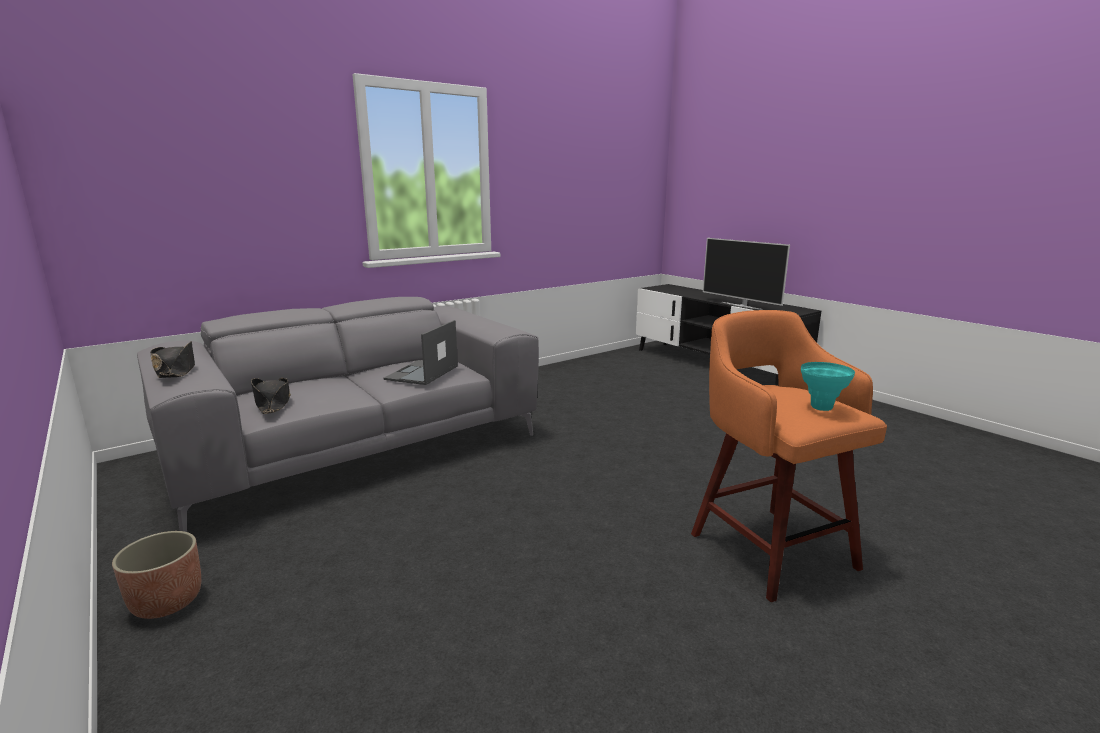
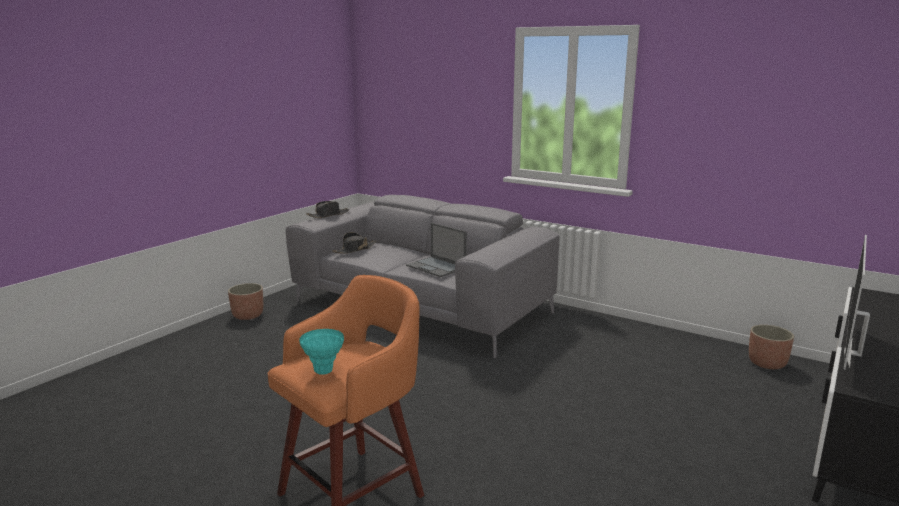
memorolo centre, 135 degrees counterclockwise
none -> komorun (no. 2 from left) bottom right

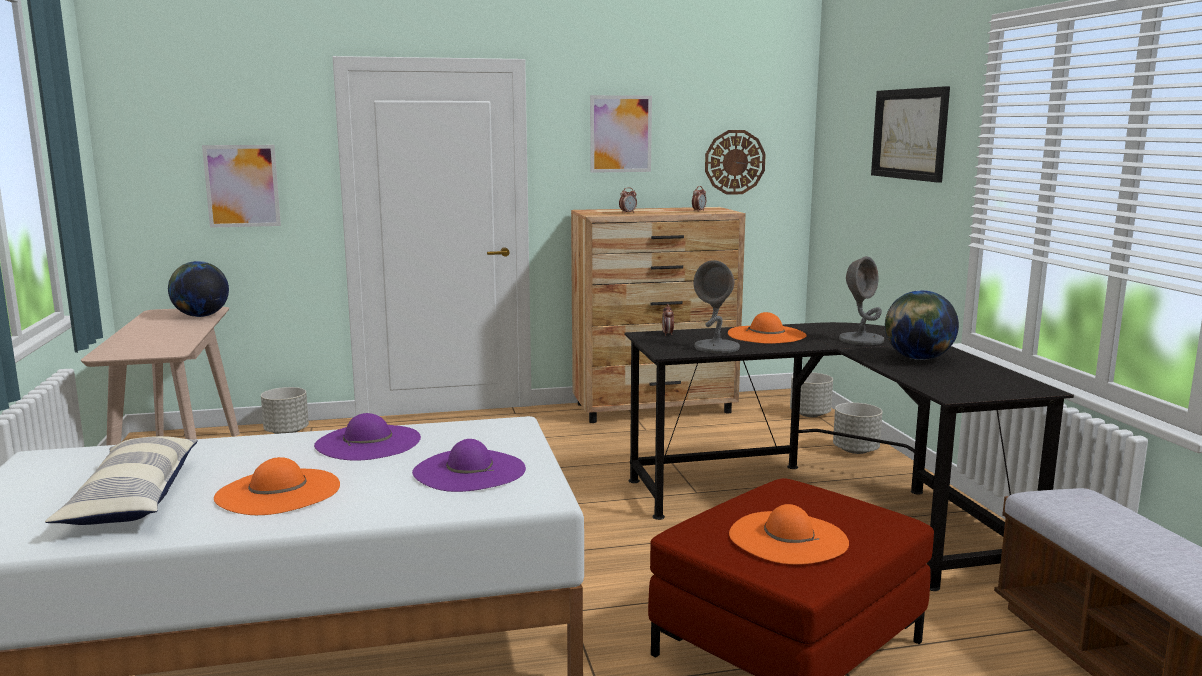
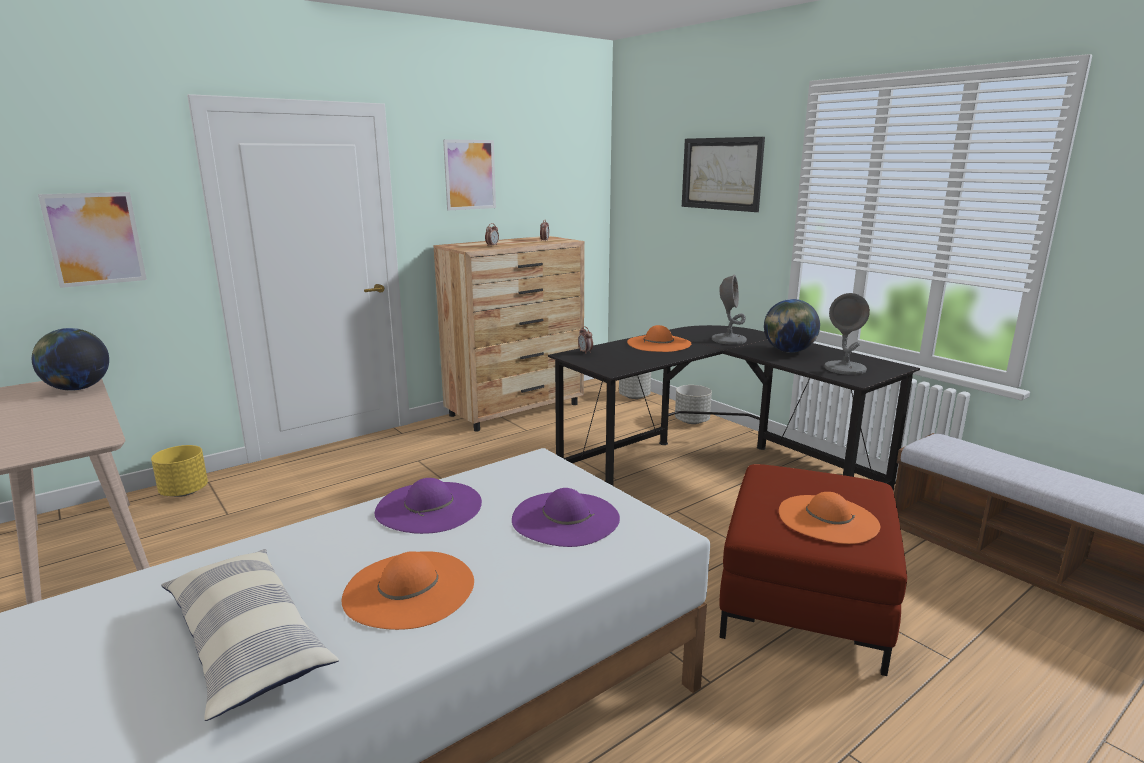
grey_komorun (no. 1 from left) middle left -> yellow_komorun middle left
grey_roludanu (no. 1 from left in the first image) centre -> grey_roludanu (no. 2 from left) middle right, relocated
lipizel top centre -> none

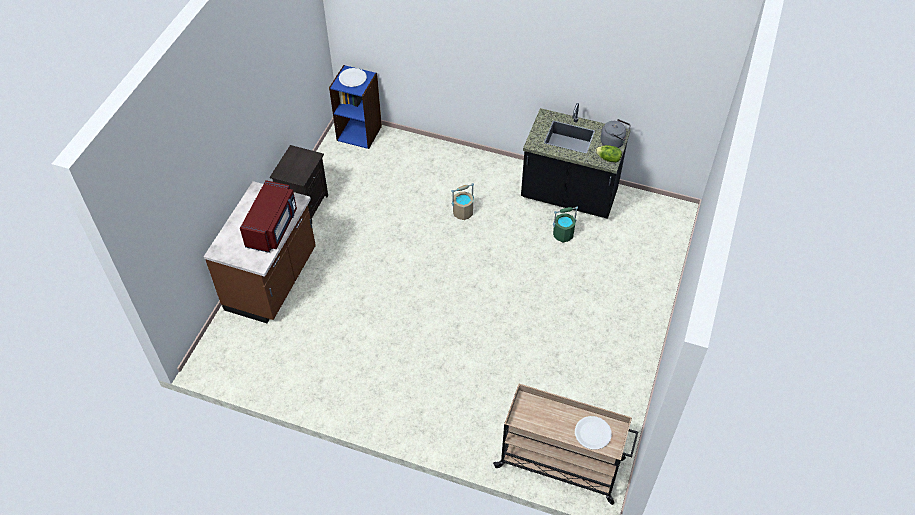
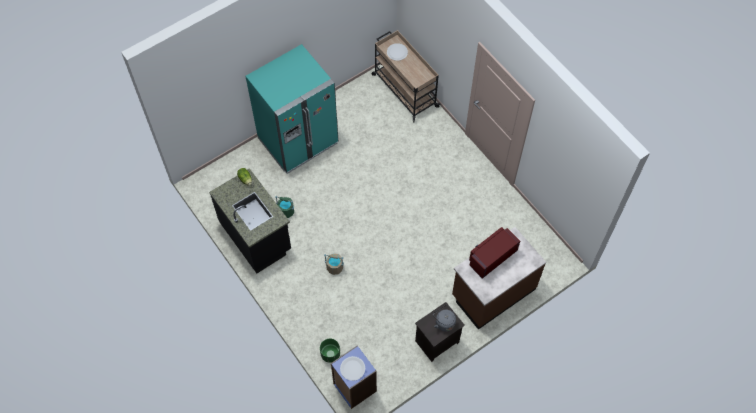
none -> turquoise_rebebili top centre
none -> green_komorun bottom centre
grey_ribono top right -> grey_ribono bottom centre, relocated

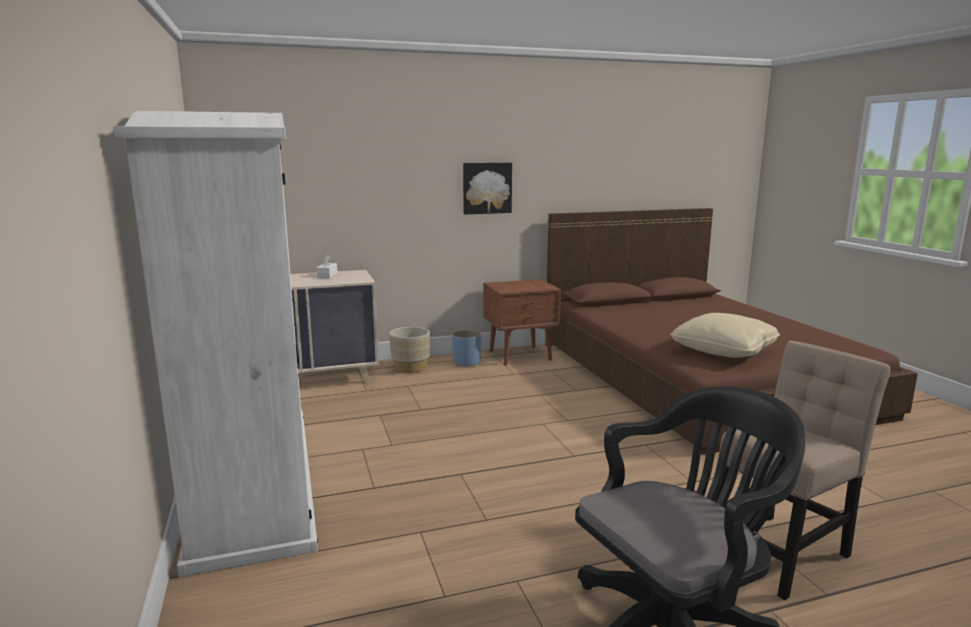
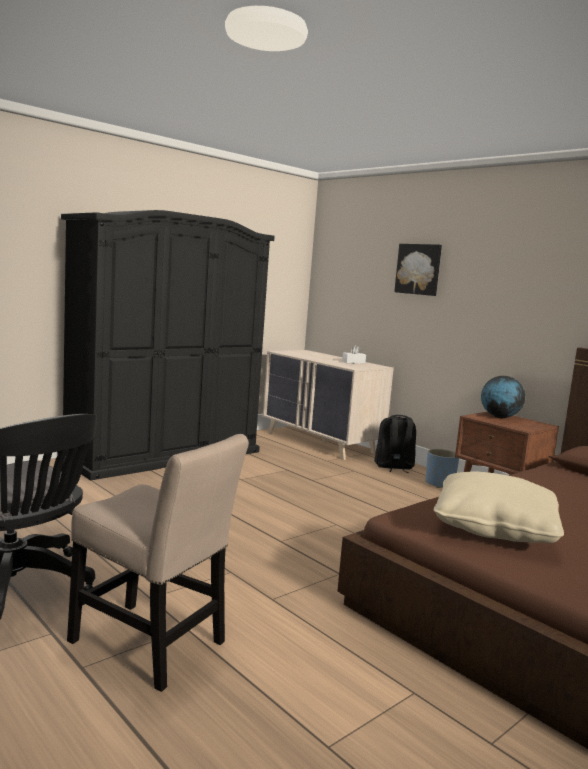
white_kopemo middle left -> black_kopemo middle left
beige_komorun centre -> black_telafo middle right
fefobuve top centre -> fefobuve middle right, relocated
none -> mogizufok middle right

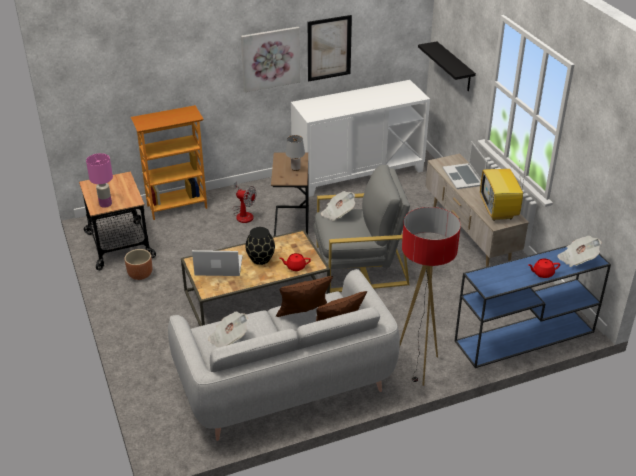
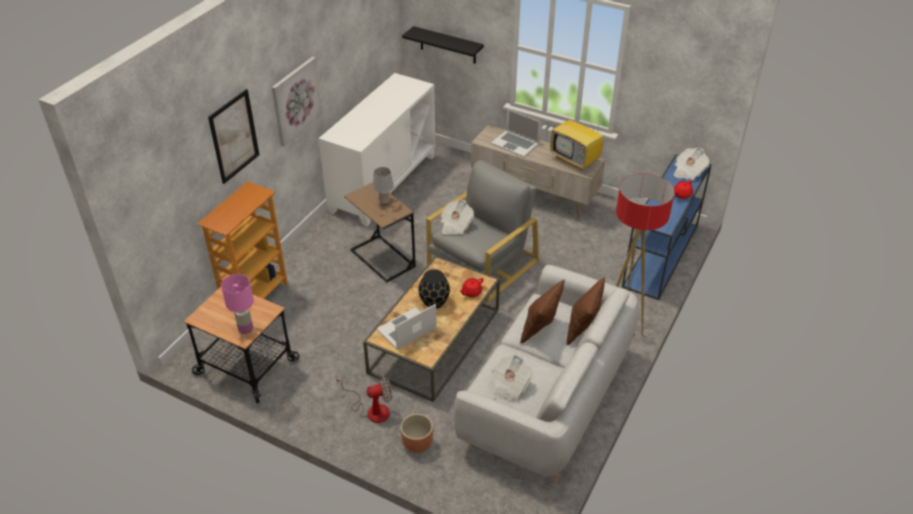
fefobuve (no. 2 from left in the first image) top centre -> fefobuve (no. 1 from left) top left, relocated
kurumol centre -> kurumol bottom centre, relocated
brown_komorun middle left -> brown_komorun bottom centre, relocated

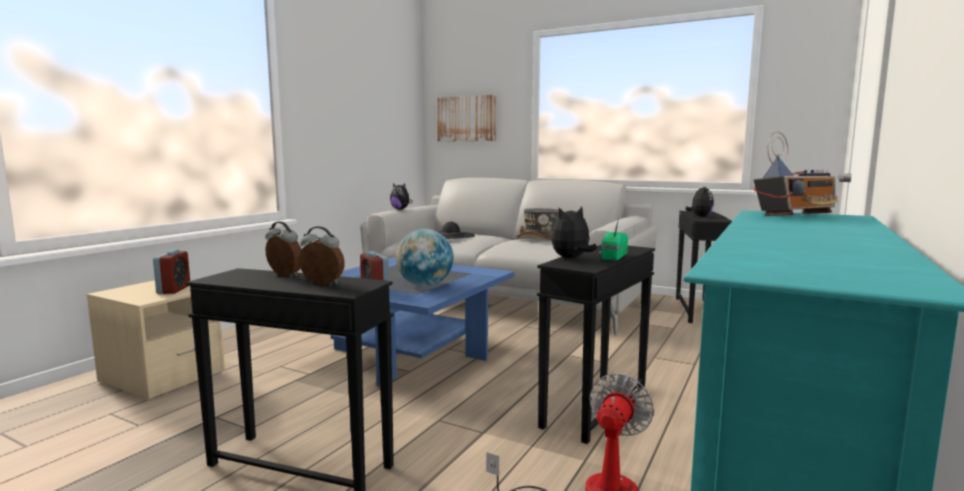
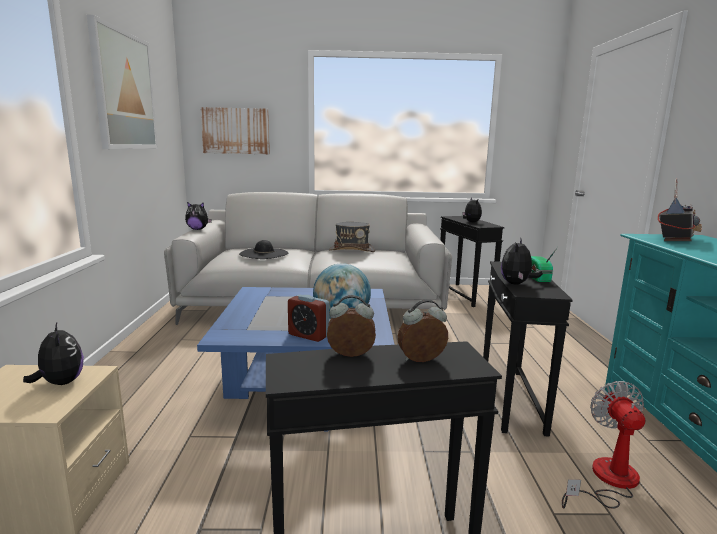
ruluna (no. 1 from left) middle left -> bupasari (no. 1 from left) middle left
none -> fefobuve (no. 1 from left) top left

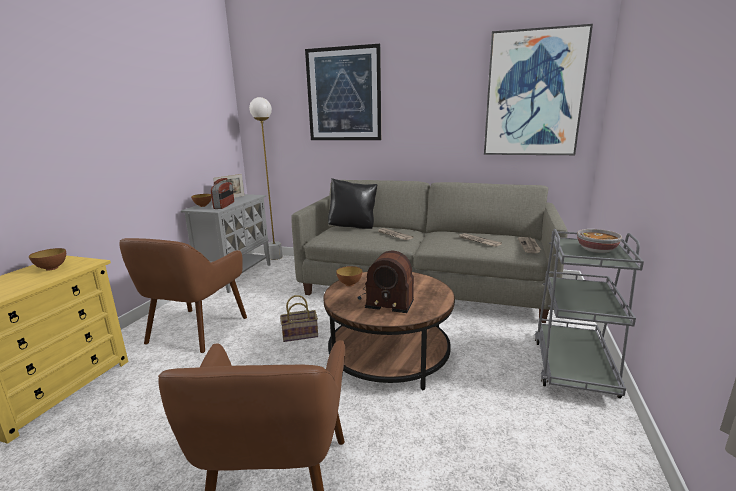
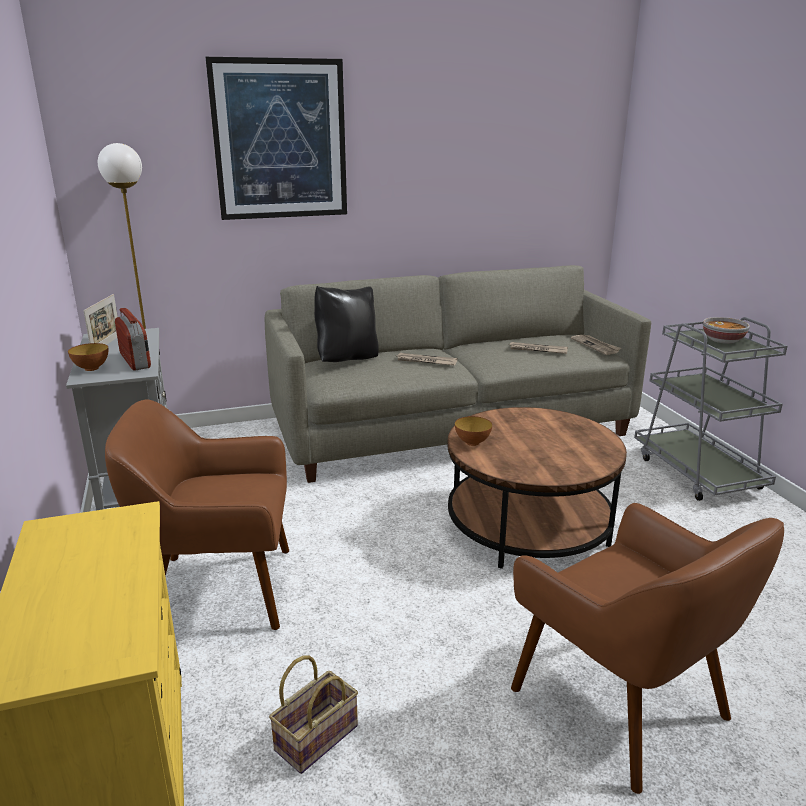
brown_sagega (no. 1 from left) middle left, 105 degrees clockwise
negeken centre -> negeken bottom centre, relocated
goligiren (no. 1 from left) middle left -> none
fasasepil (no. 2 from left) centre -> none
fefobuve (no. 2 from left) top right -> none

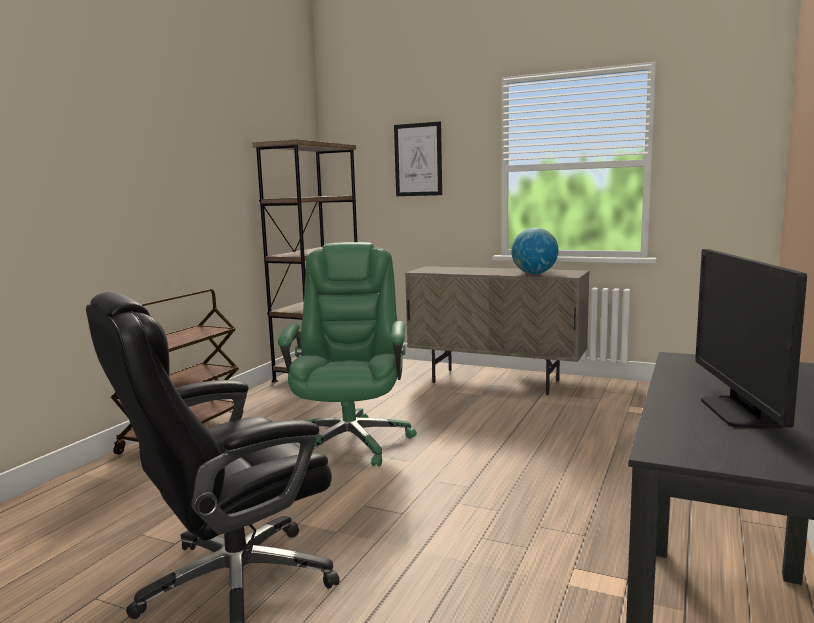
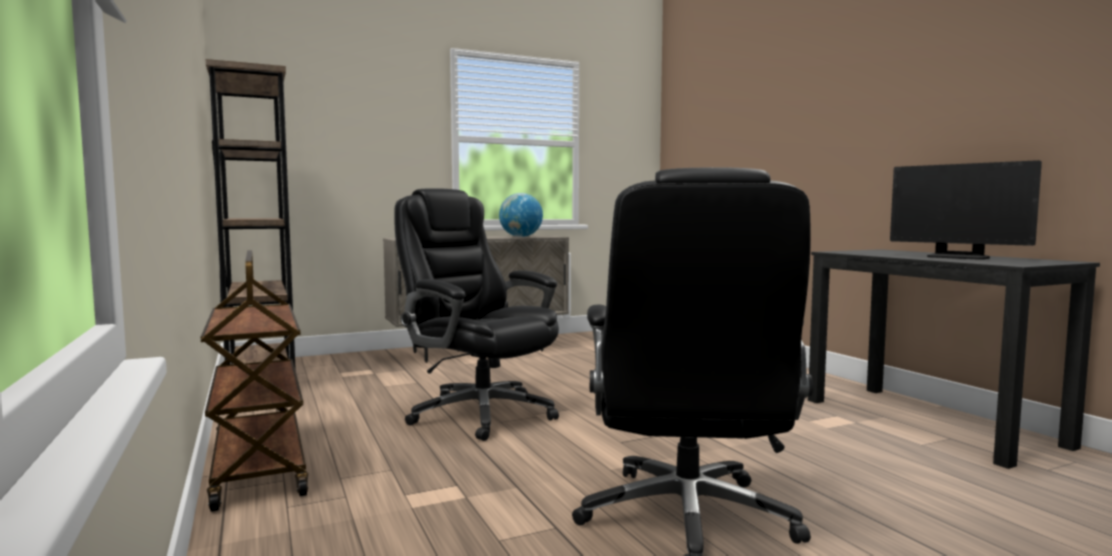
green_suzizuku centre -> black_suzizuku (no. 1 from left) centre
fefobuve top centre -> none

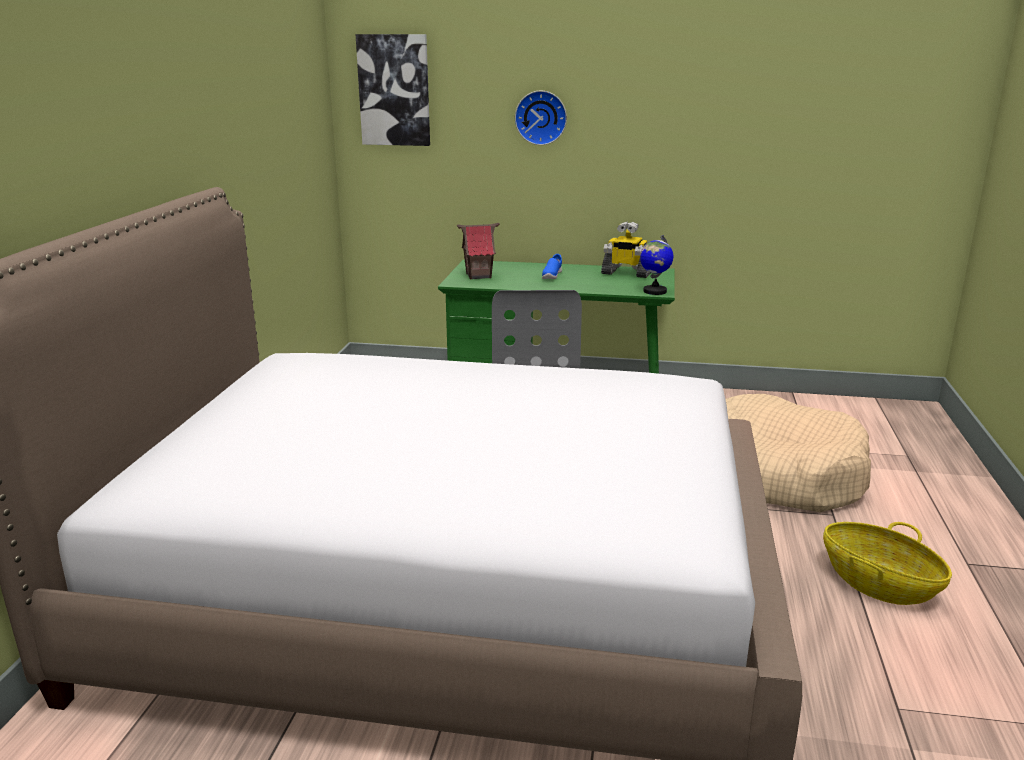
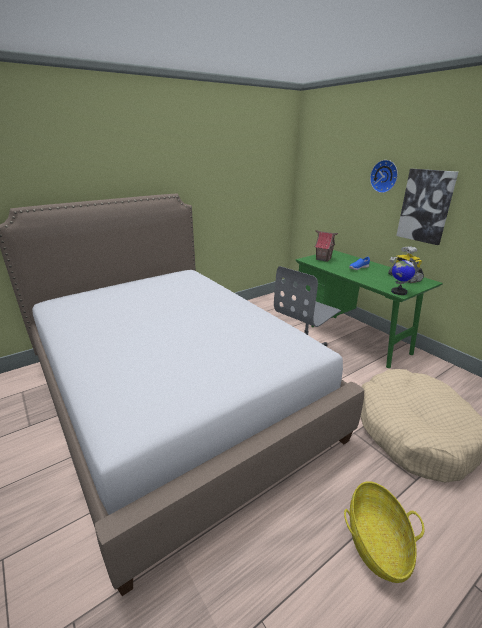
fefobuve top centre -> fefobuve top right, relocated

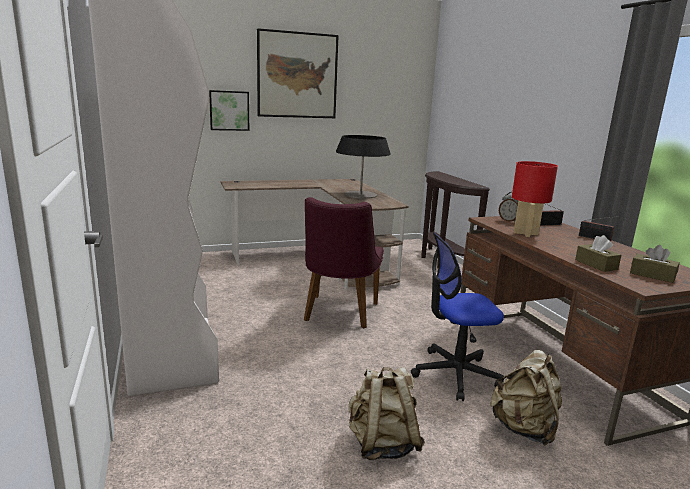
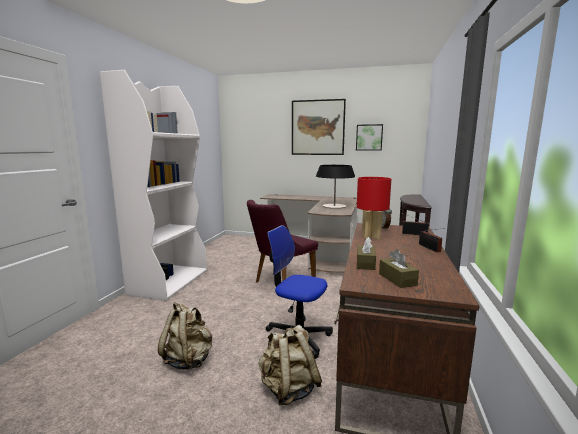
fefobuve (no. 1 from left in the first image) top left -> fefobuve (no. 2 from left) top centre, relocated

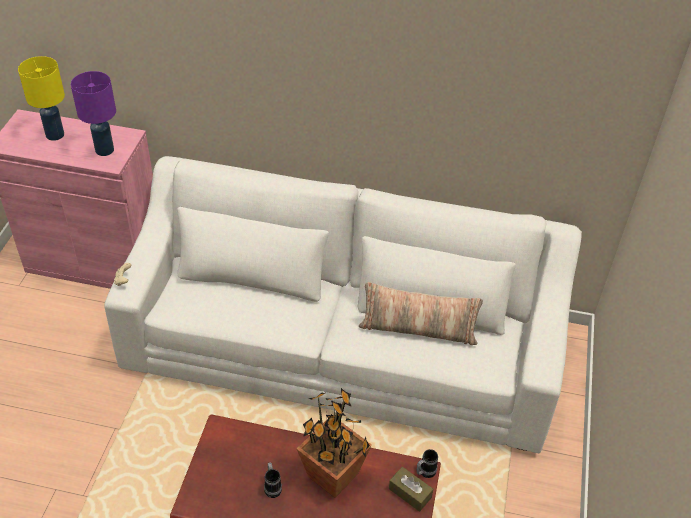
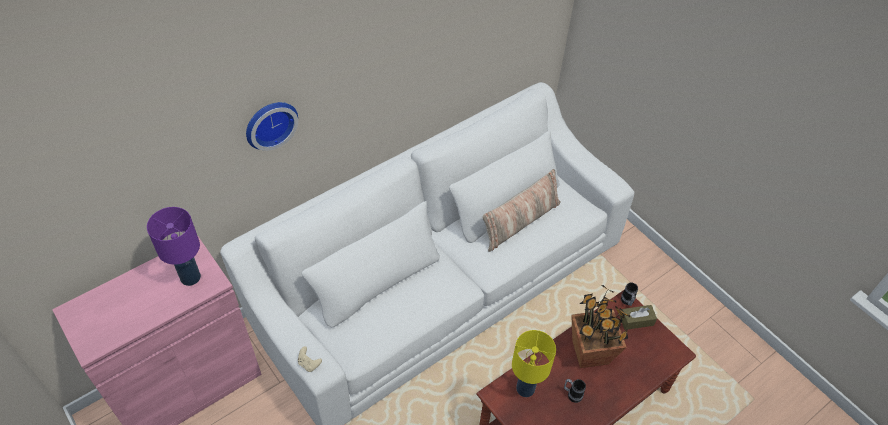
none -> lipizel top left
yellow_roludanu top left -> yellow_roludanu bottom centre, relocated

